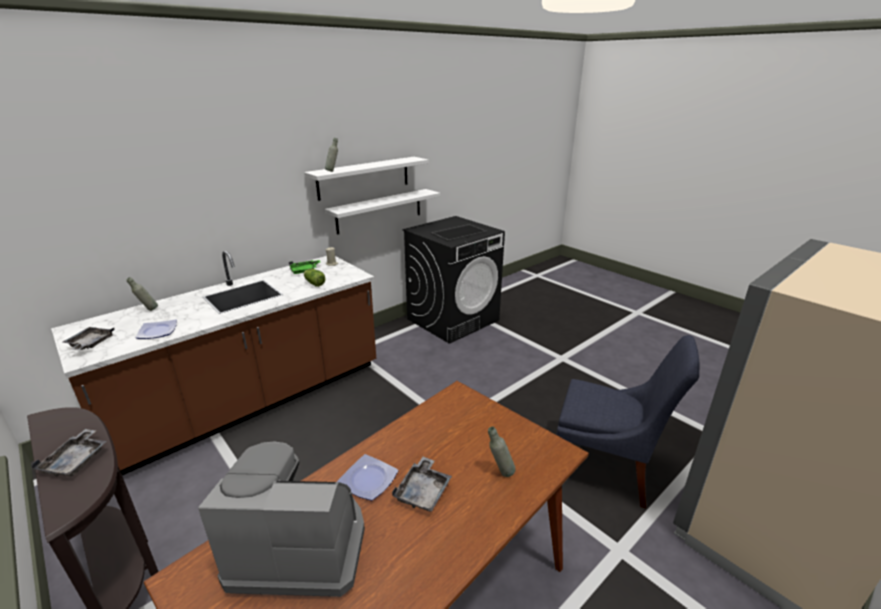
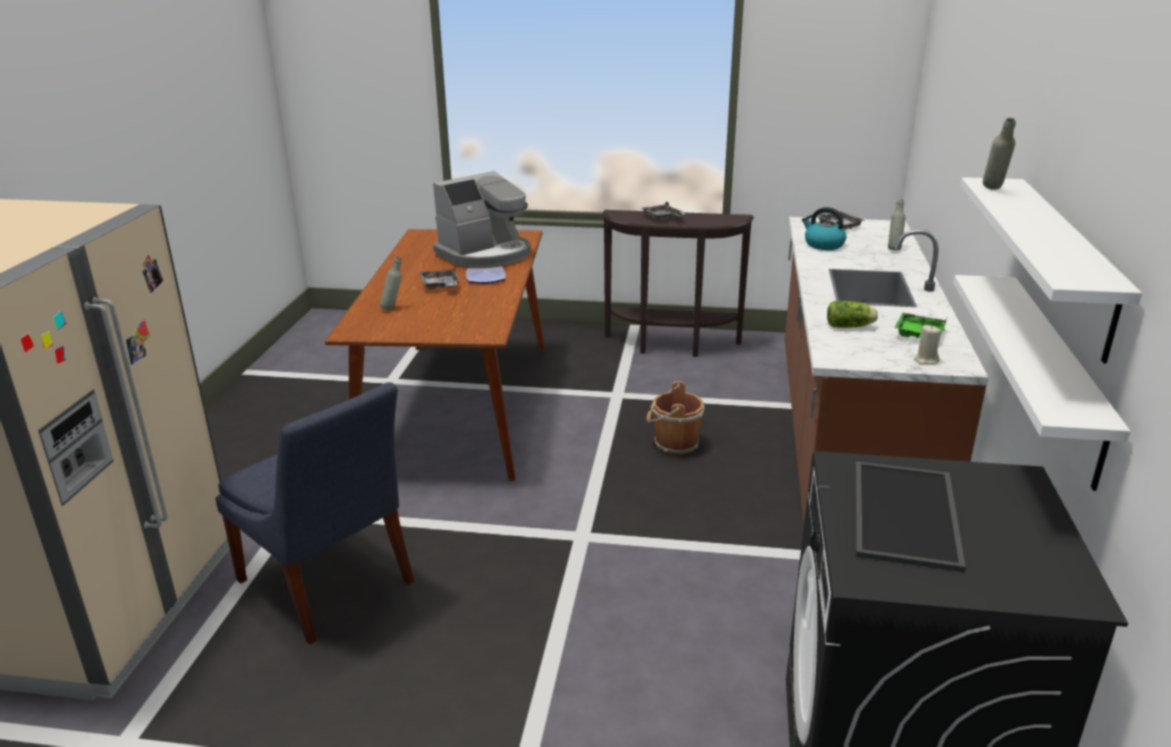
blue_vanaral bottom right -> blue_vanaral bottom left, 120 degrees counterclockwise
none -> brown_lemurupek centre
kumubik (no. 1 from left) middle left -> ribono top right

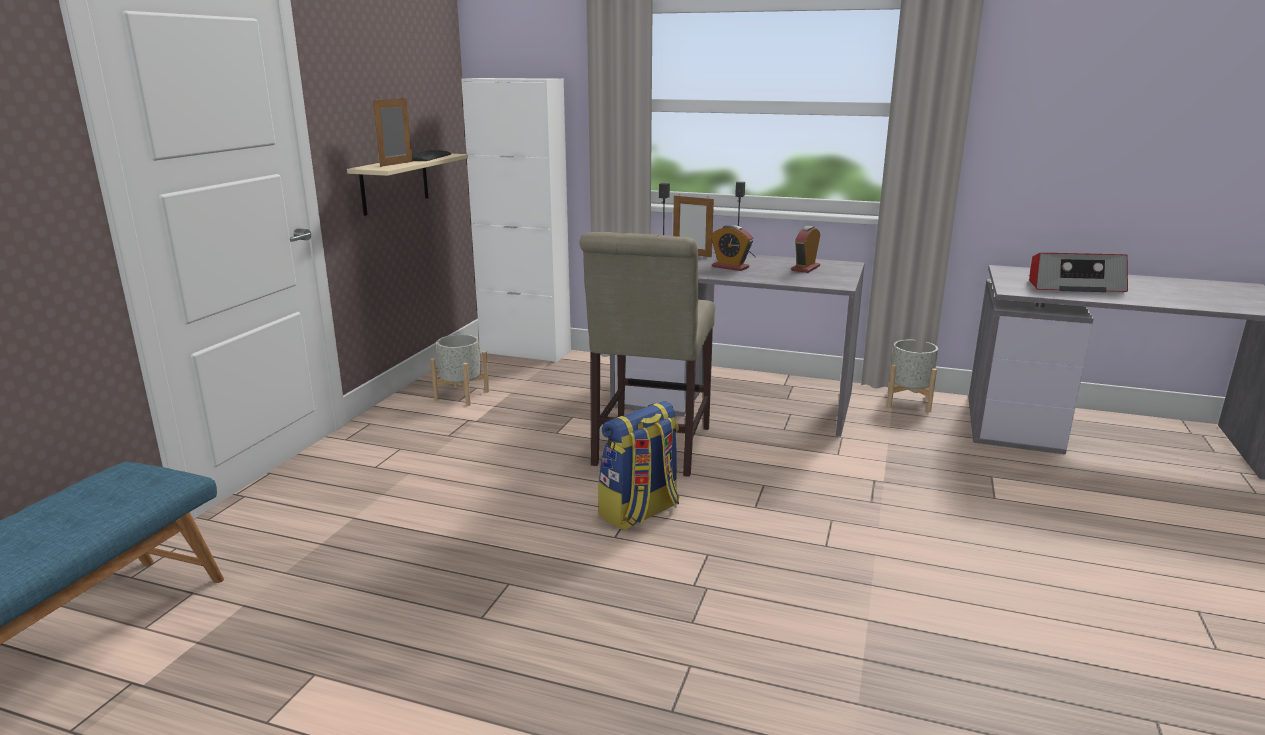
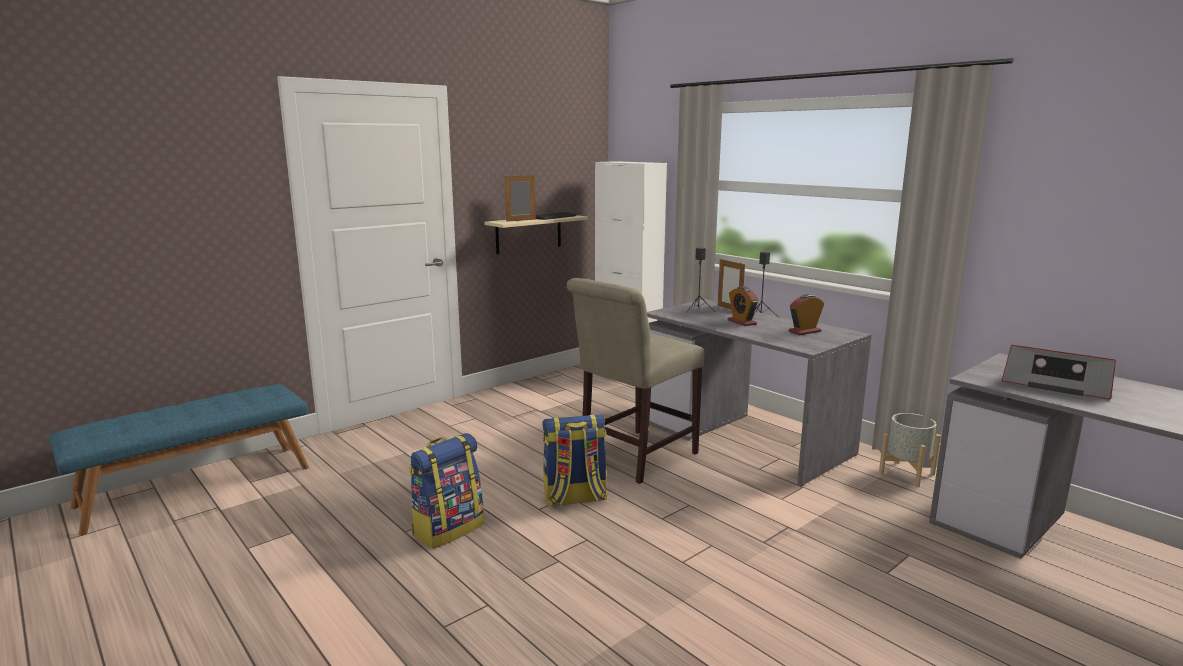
none -> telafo (no. 1 from left) bottom centre
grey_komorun (no. 1 from left) centre -> none

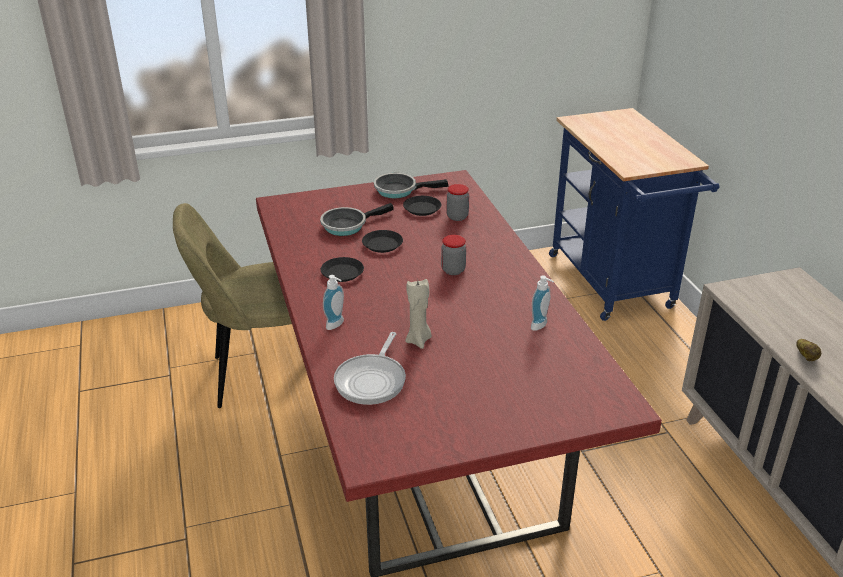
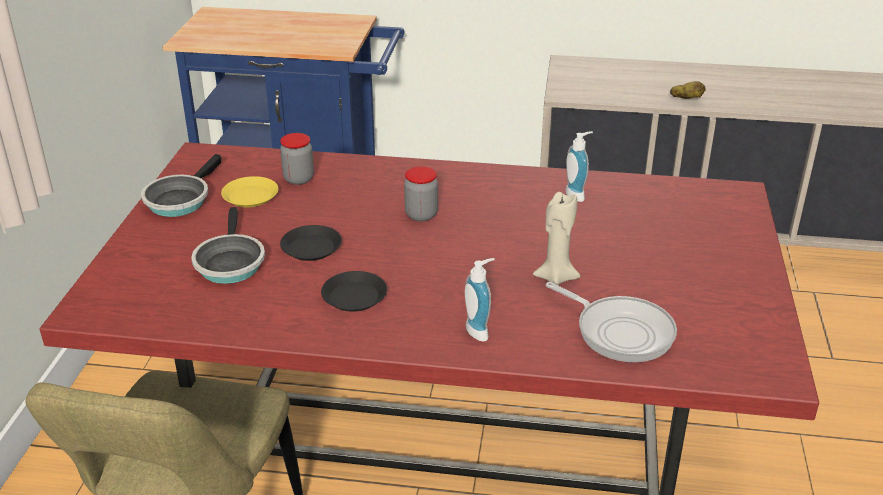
black_kumubik (no. 3 from left) centre -> yellow_kumubik middle left

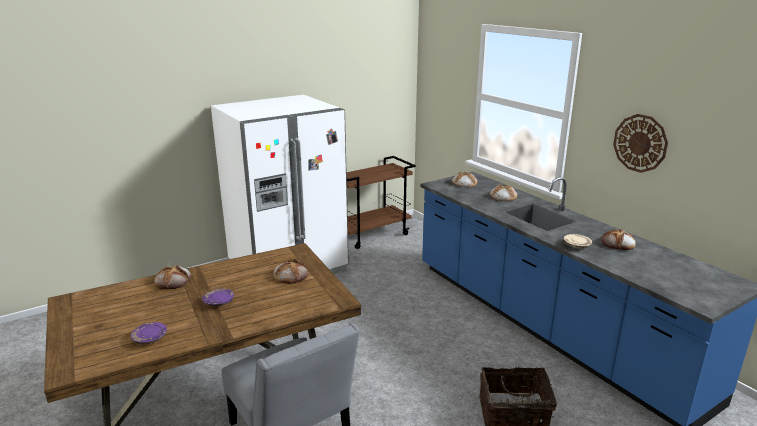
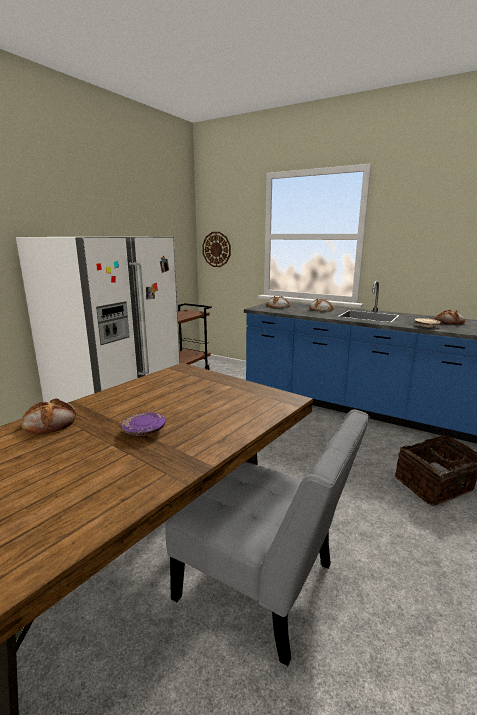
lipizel middle right -> lipizel centre, relocated
purple_kumubik (no. 1 from left) bottom left -> none
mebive (no. 2 from left) centre -> none

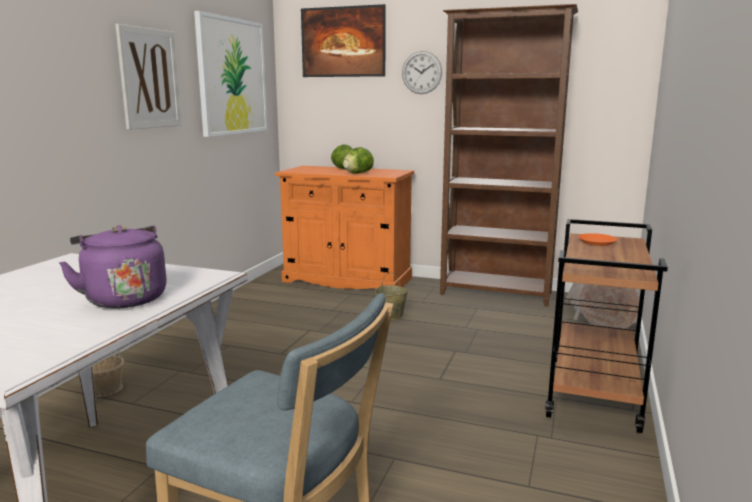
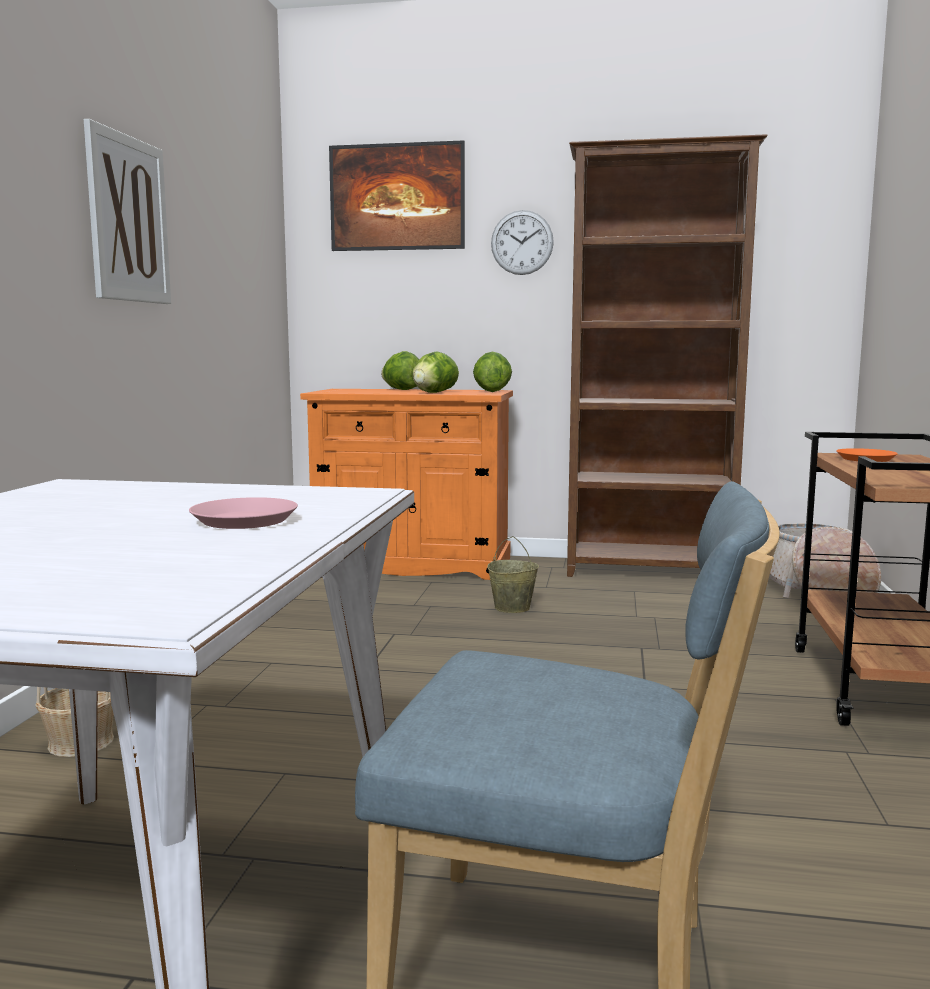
purple_ribono middle left -> pink_kumubik middle left
none -> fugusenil (no. 3 from left) centre
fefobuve (no. 2 from left) top left -> none

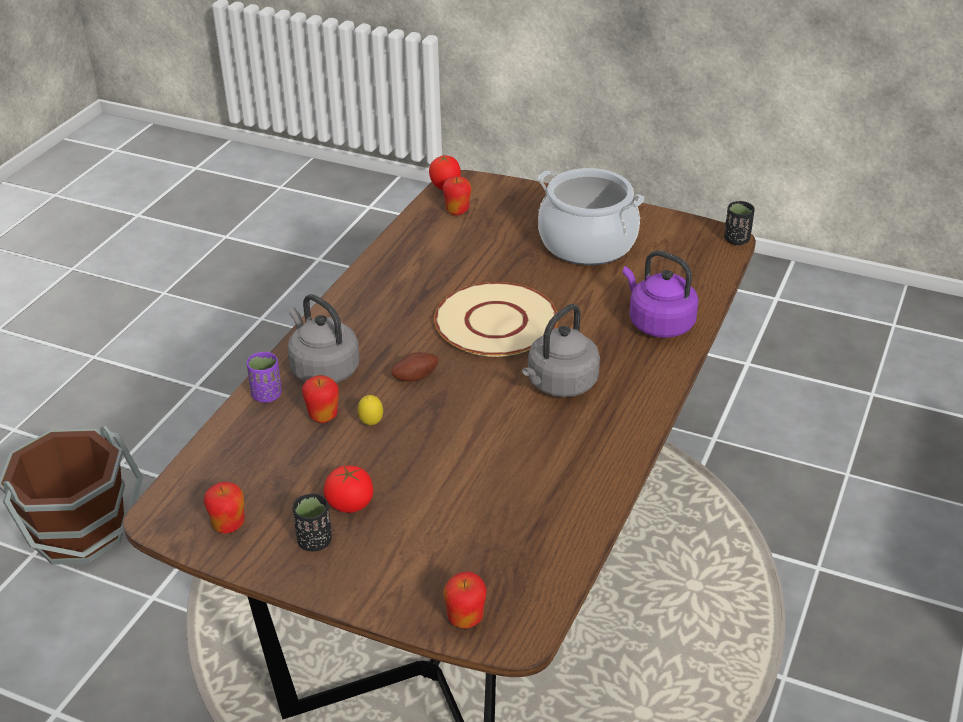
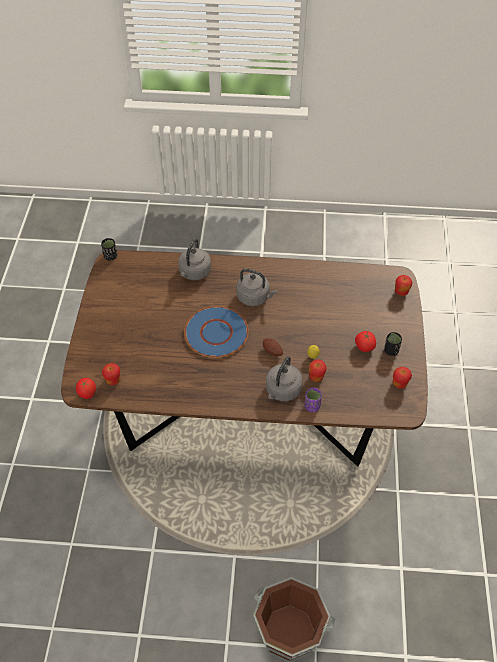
purple_ribono middle right -> grey_ribono (no. 1 from left) centre
beige_kumubik centre -> blue_kumubik centre
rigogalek top centre -> none

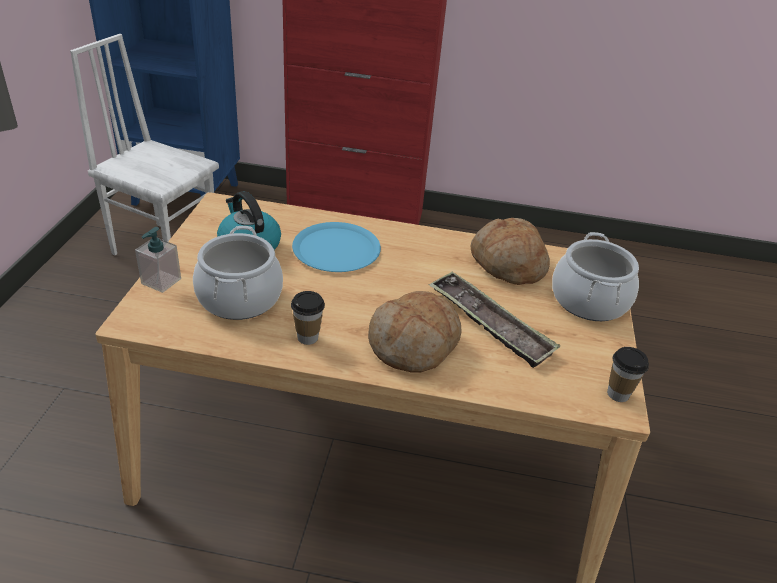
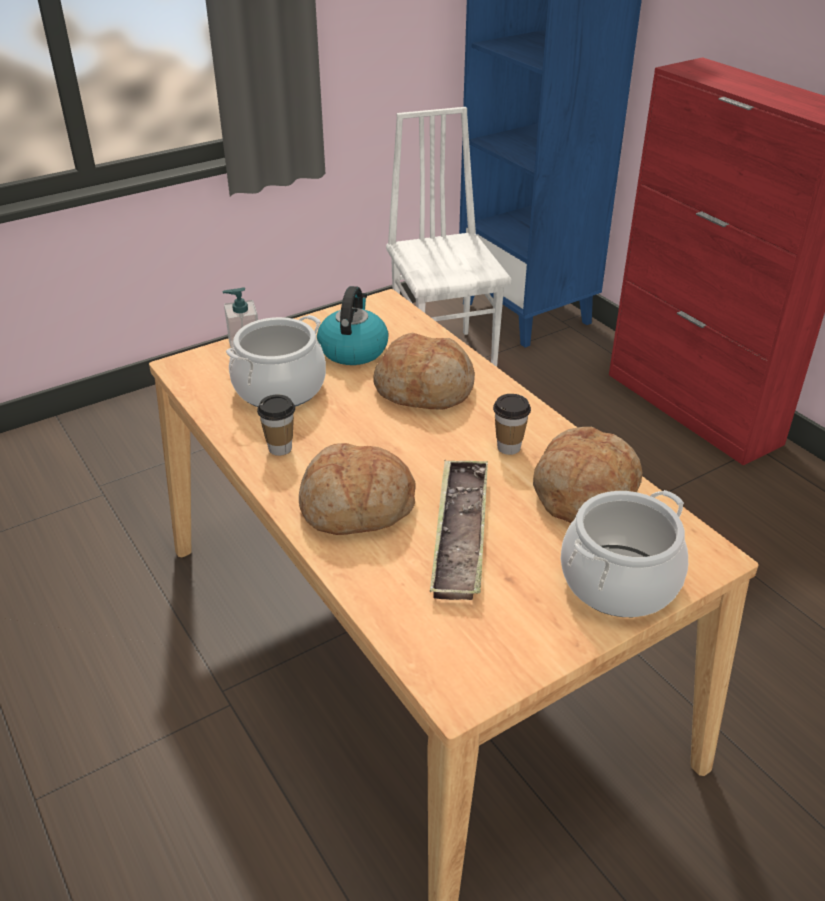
blue_kumubik centre -> mebive (no. 2 from left) centre
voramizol (no. 2 from left) middle right -> voramizol (no. 2 from left) centre, relocated

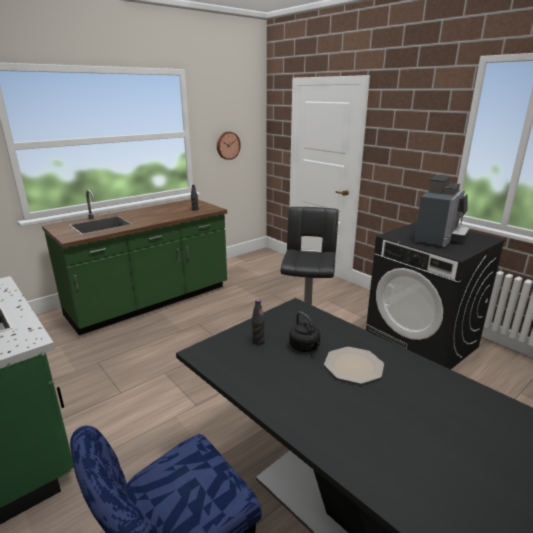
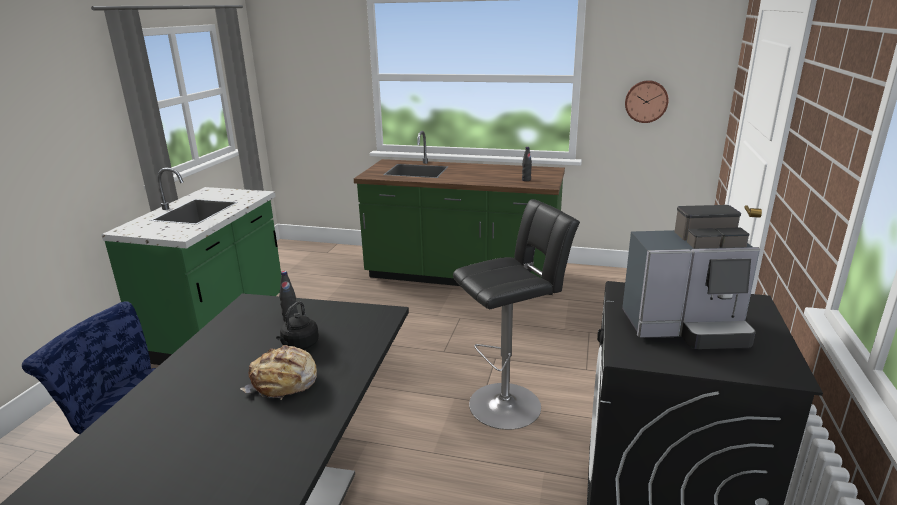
kumubik bottom centre -> mebive bottom left

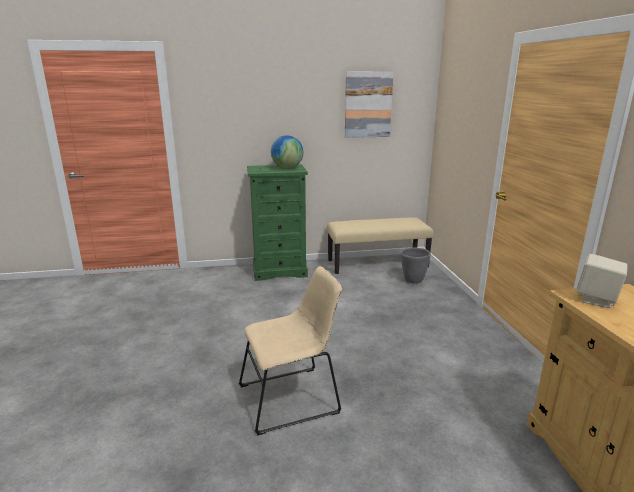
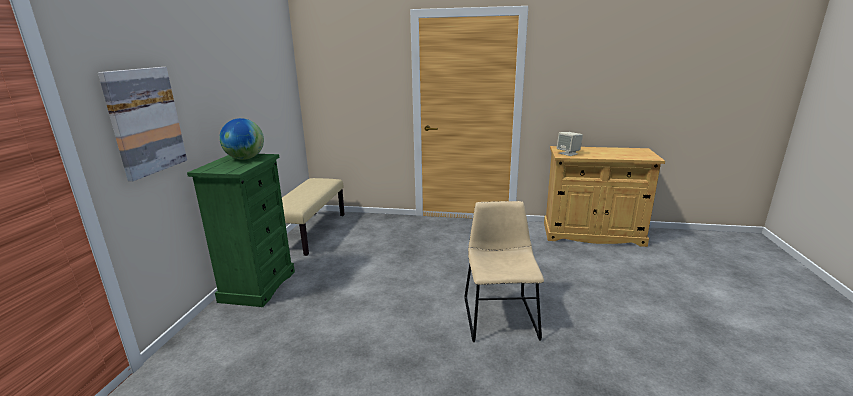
fefobuve top centre -> fefobuve top left, relocated
grey_komorun centre -> none

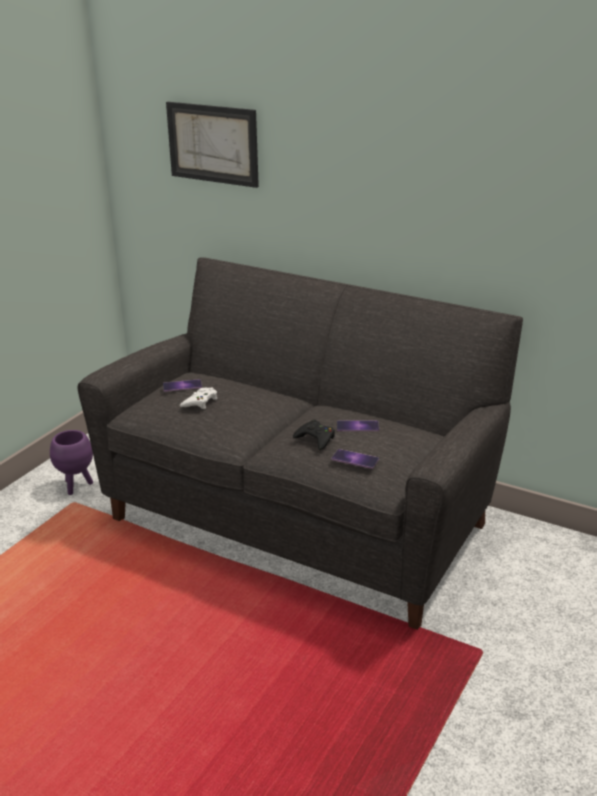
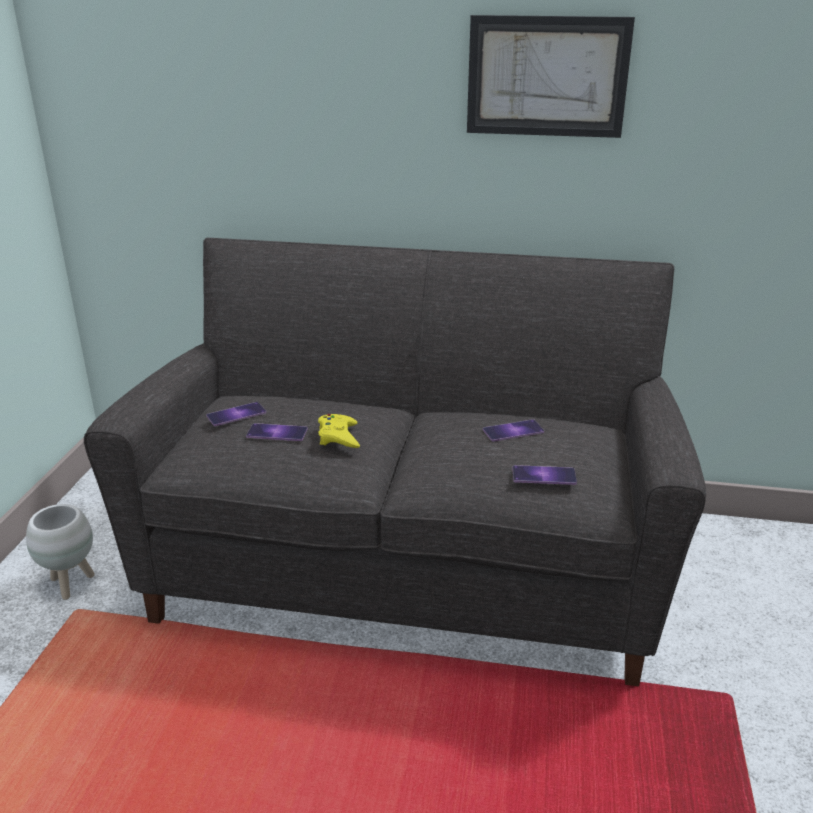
purple_komorun middle left -> white_komorun bottom left
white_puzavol middle left -> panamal (no. 2 from left) centre
none -> yellow_puzavol centre
fefobuve top centre -> fefobuve top right, relocated
black_puzavol centre -> none

